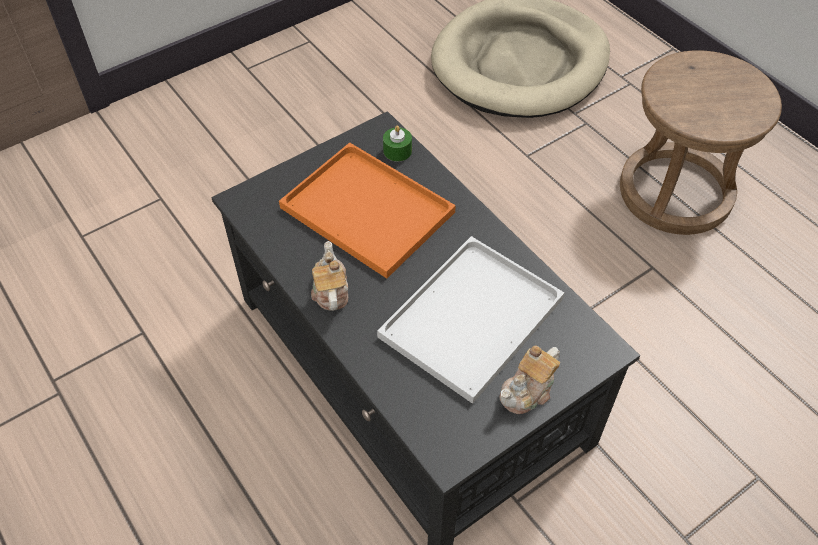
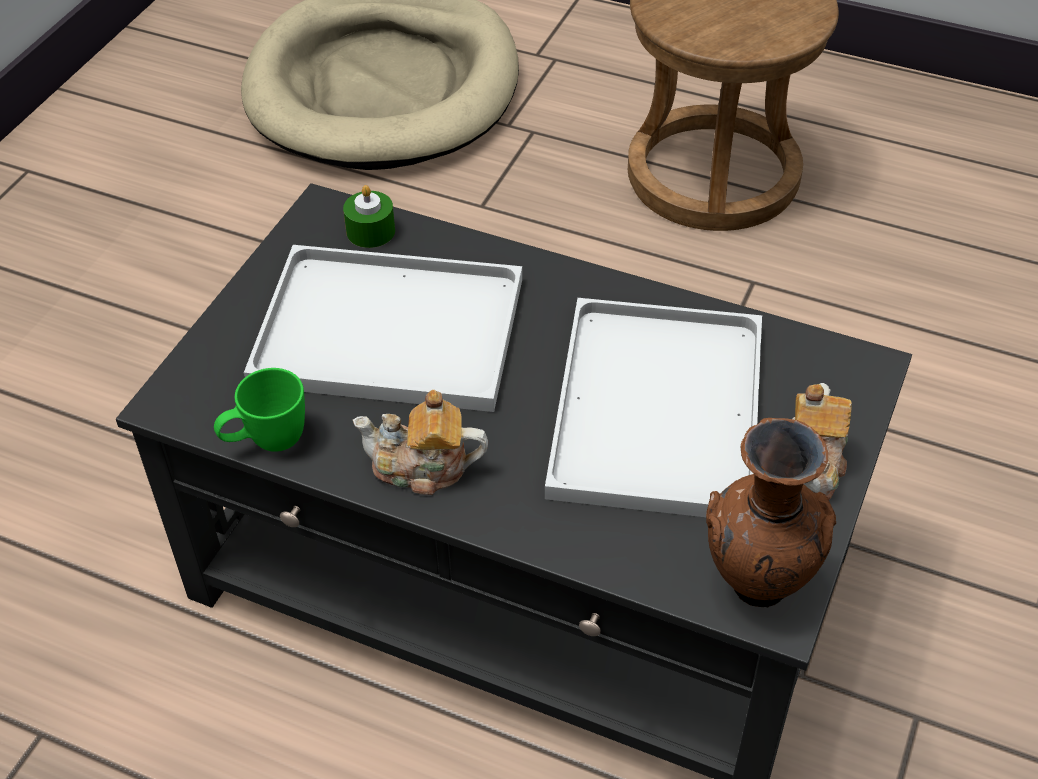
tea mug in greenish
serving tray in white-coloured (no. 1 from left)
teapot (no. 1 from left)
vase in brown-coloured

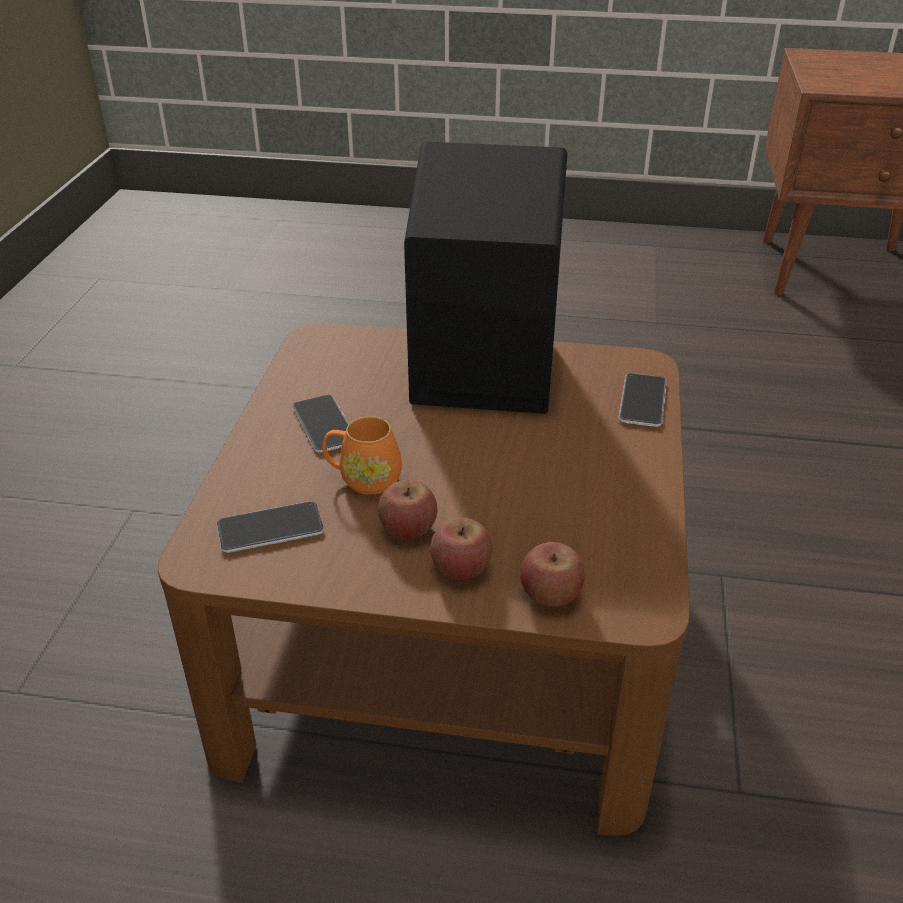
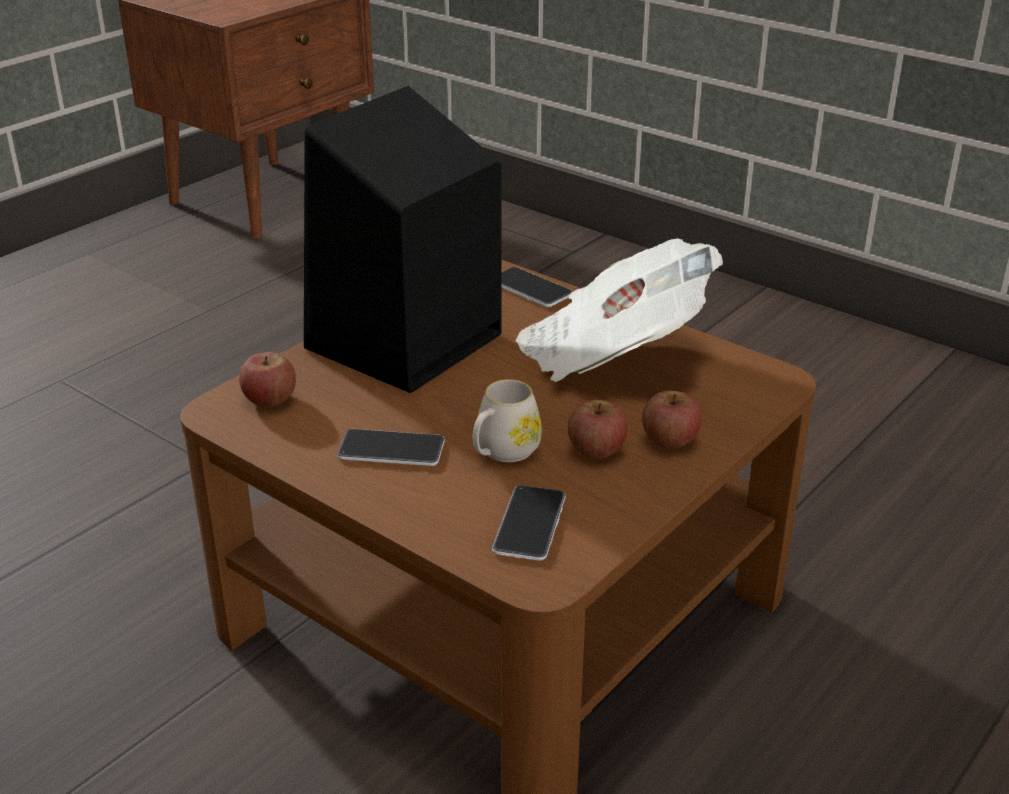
whole apple (no. 1 from left)
tea mug in white-coloured
printed paper

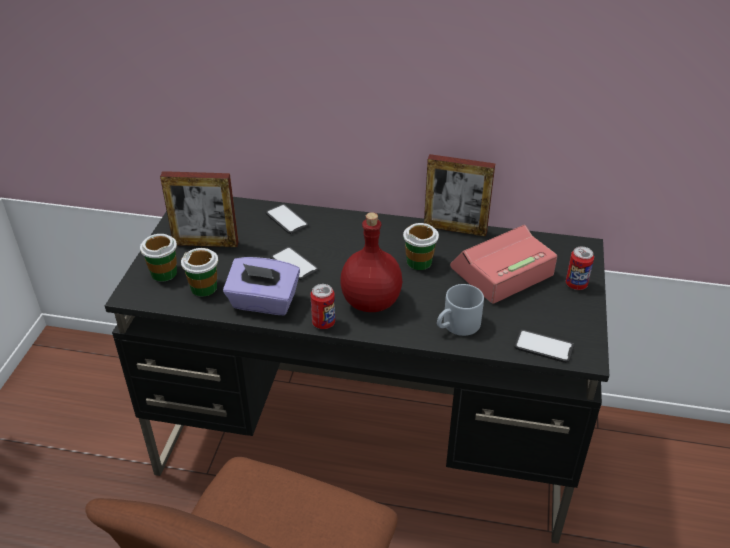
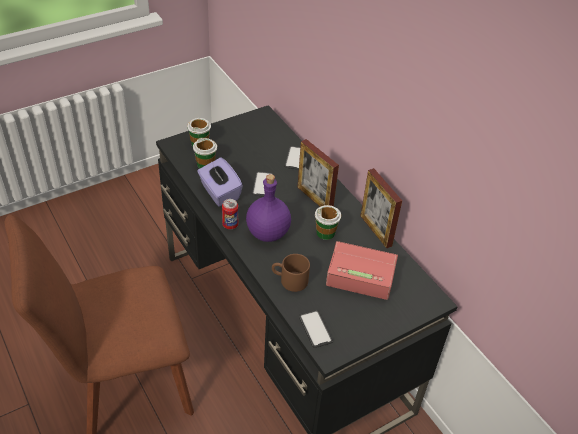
bottle in purple
tea mug in brown-coloured
picture frame (no. 1 from left)
can (no. 2 from left in the first image)

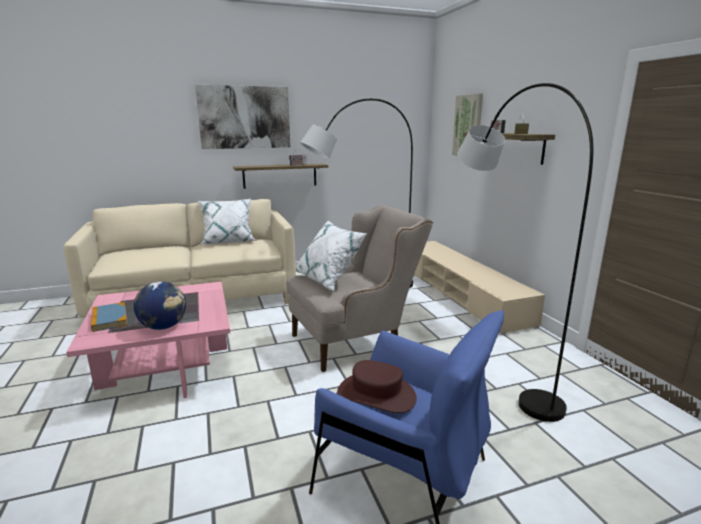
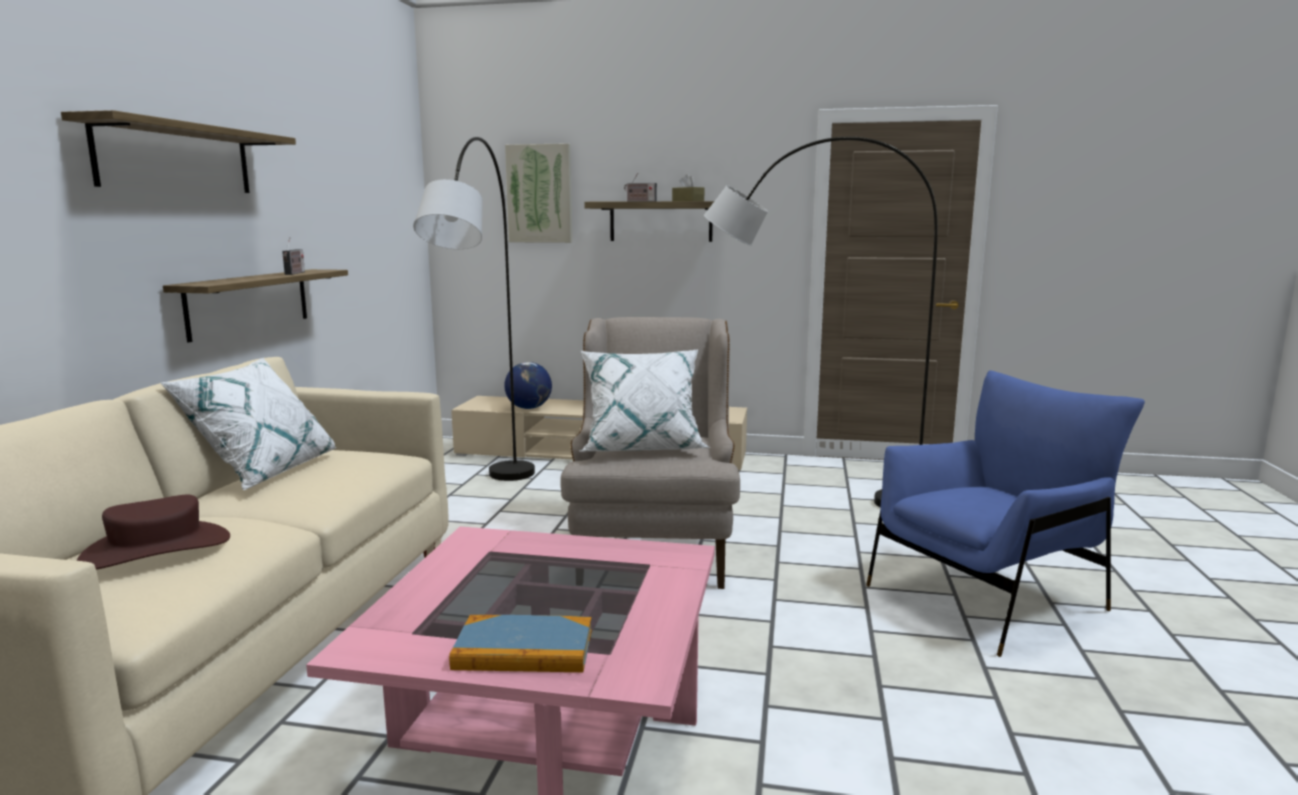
shelf (no. 1 from left)
hat in brown-coloured
globe

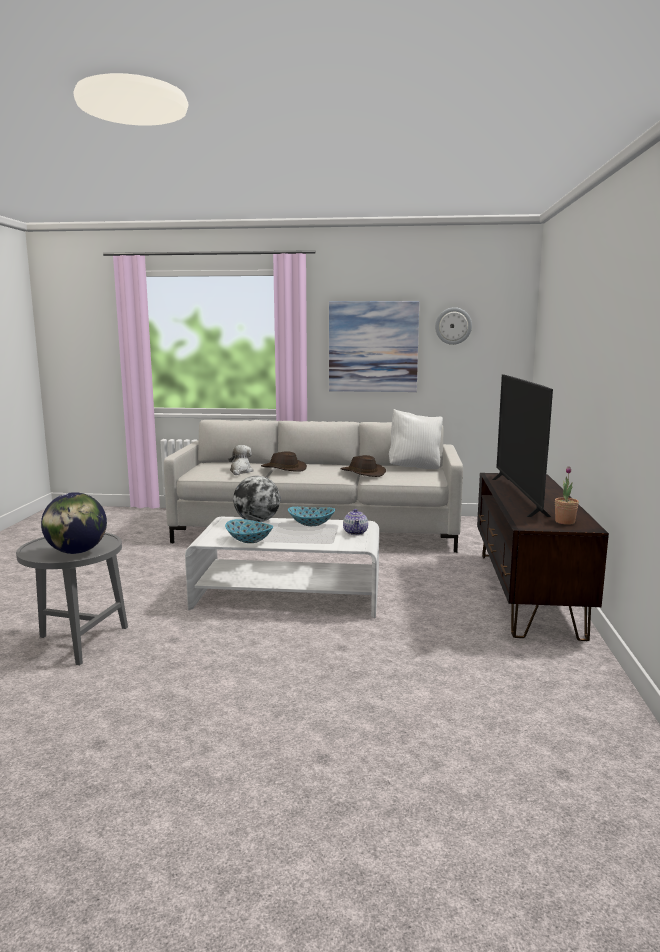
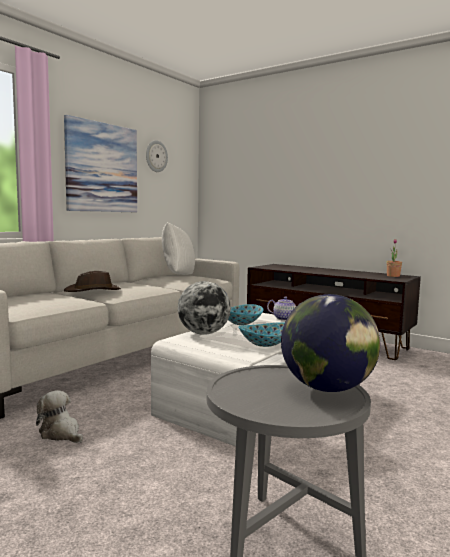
soft toy
hat in brown-coloured (no. 2 from left in the first image)
TV

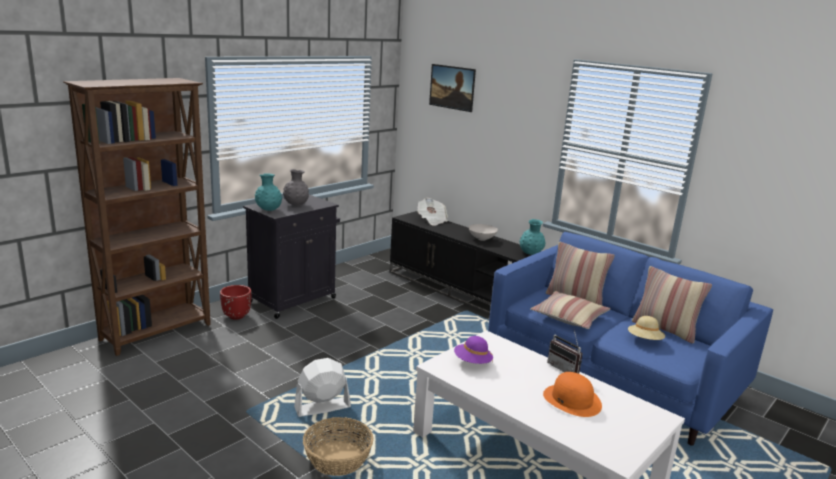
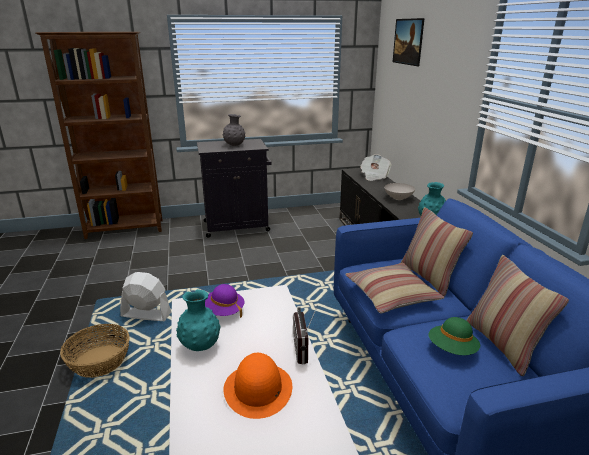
vase in turquoise (no. 1 from left)
hat in greenish
plant pot in red

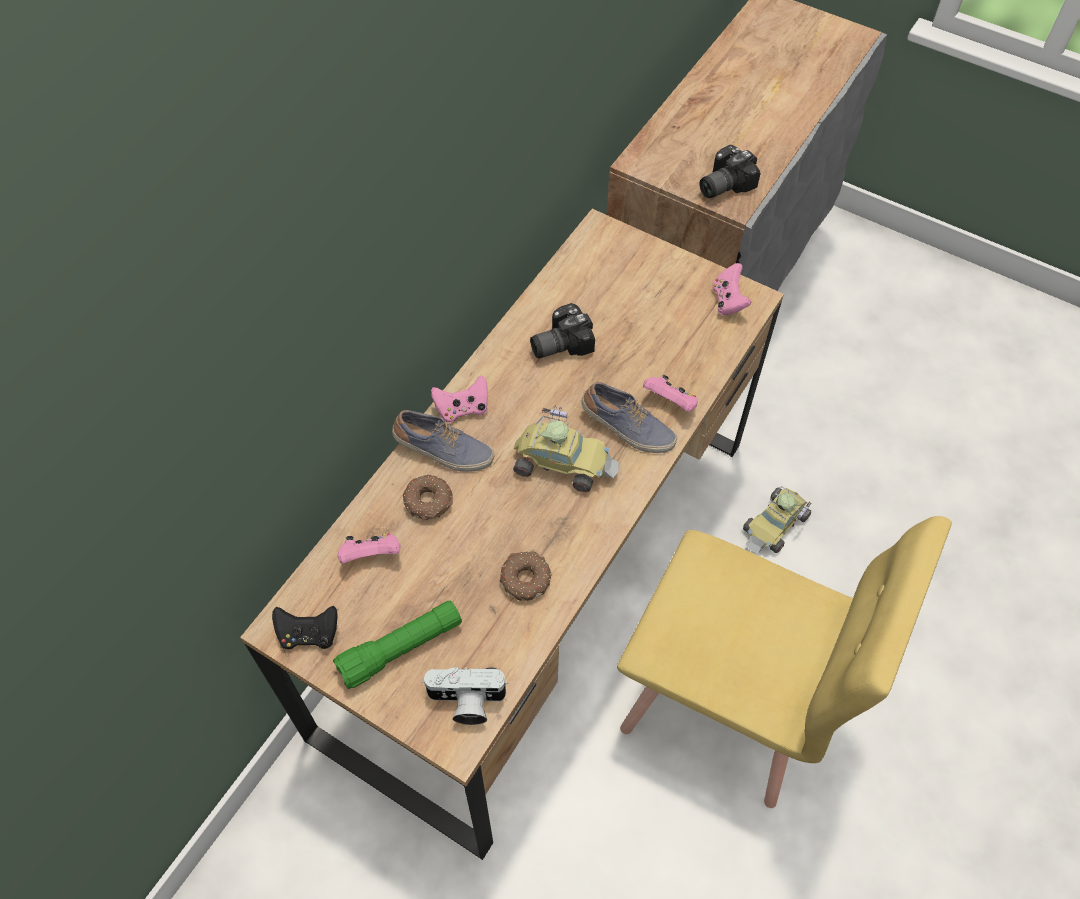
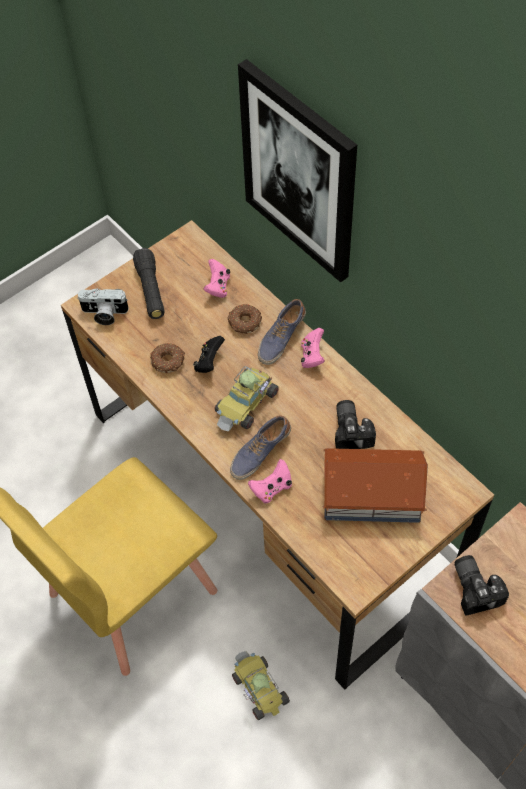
photo camera (no. 1 from left)
hand torch in blackish
gamepad in blackish
wall picture
model house
gamepad in pinkish (no. 4 from left in the first image)

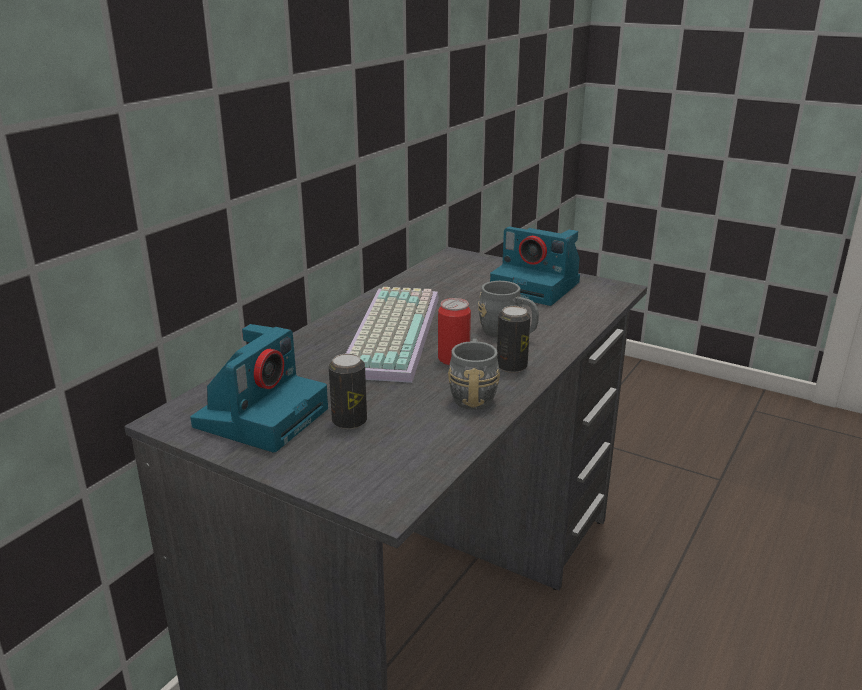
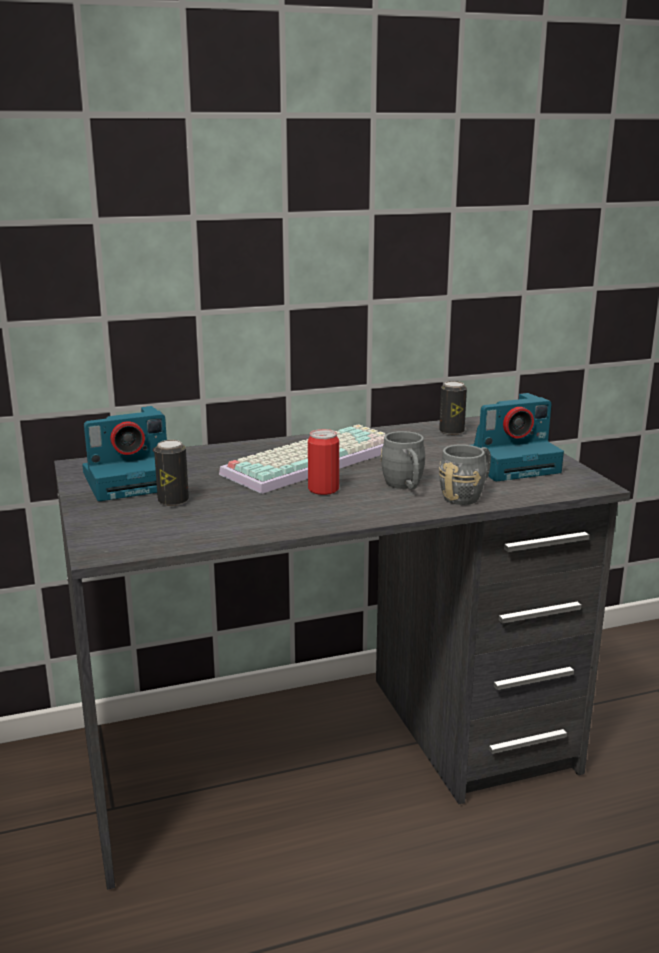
can (no. 3 from left)
tea mug in gray (no. 2 from left)
photo camera (no. 2 from left)

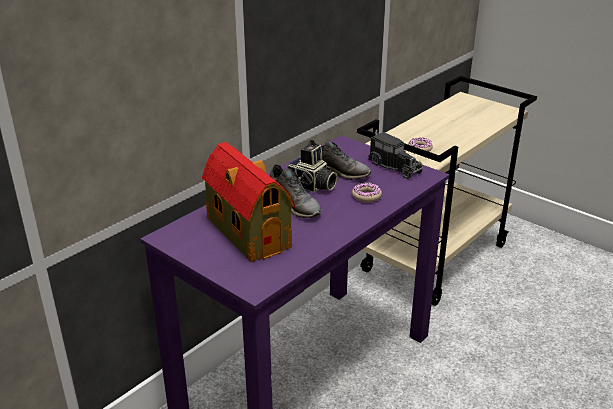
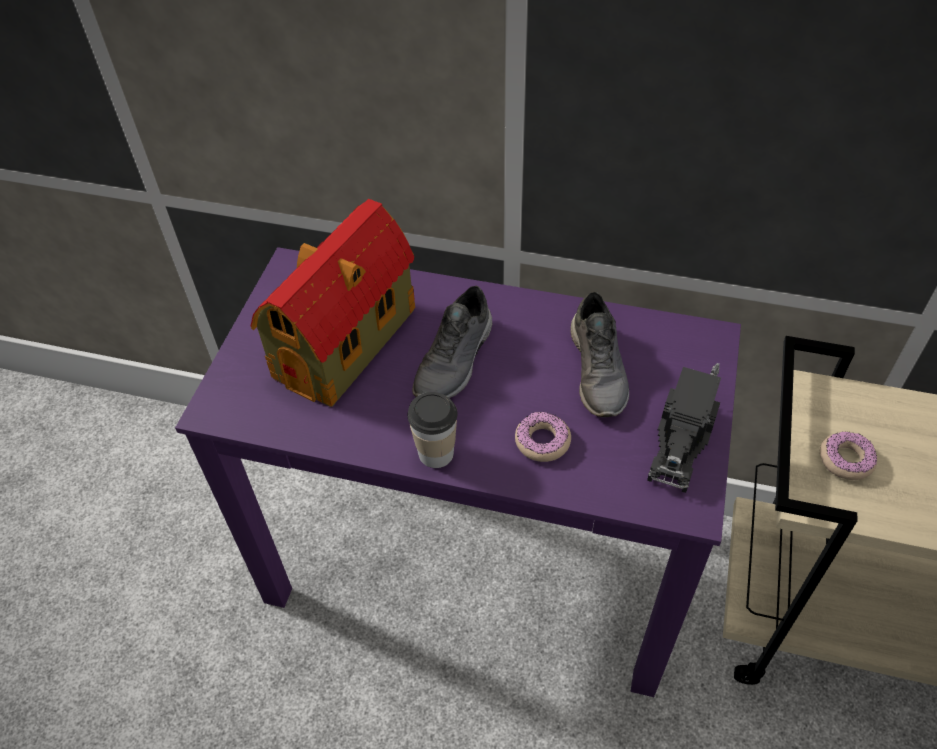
cup
photo camera

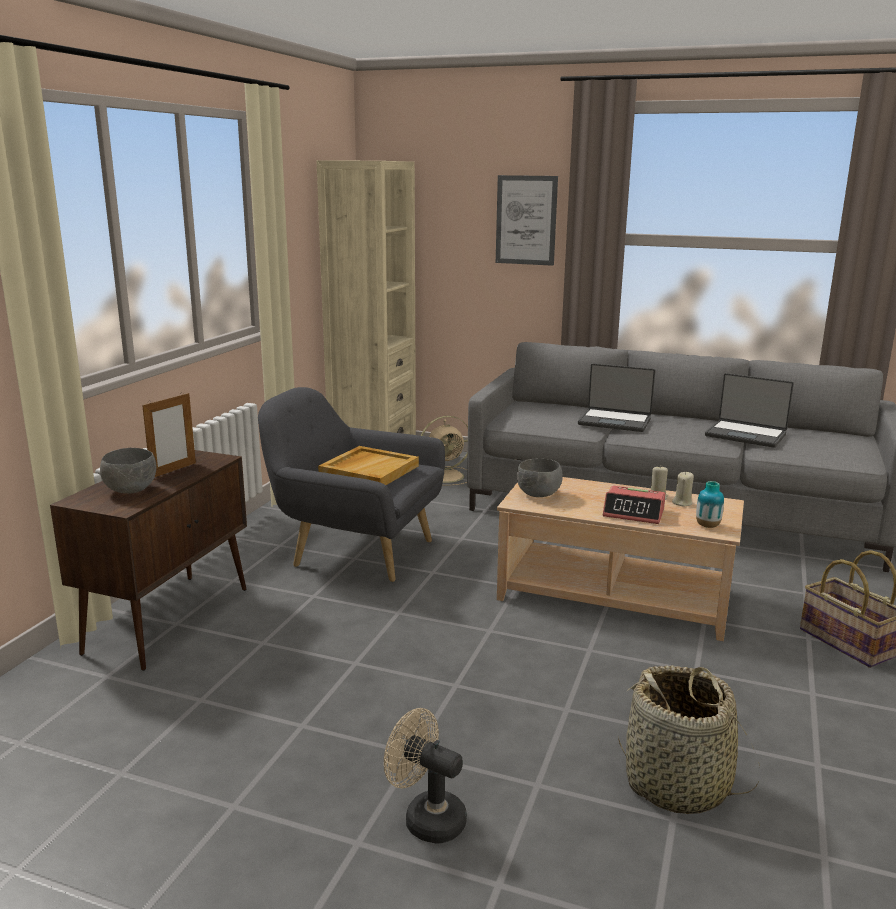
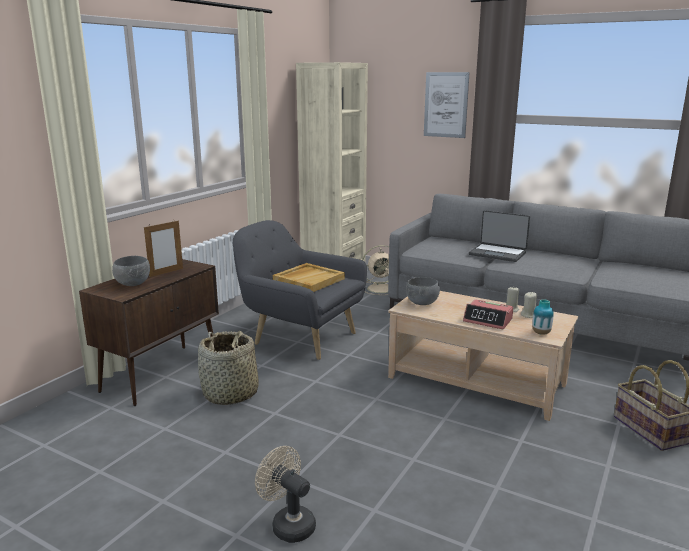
basket (no. 1 from left)
notebook computer (no. 2 from left in the first image)

